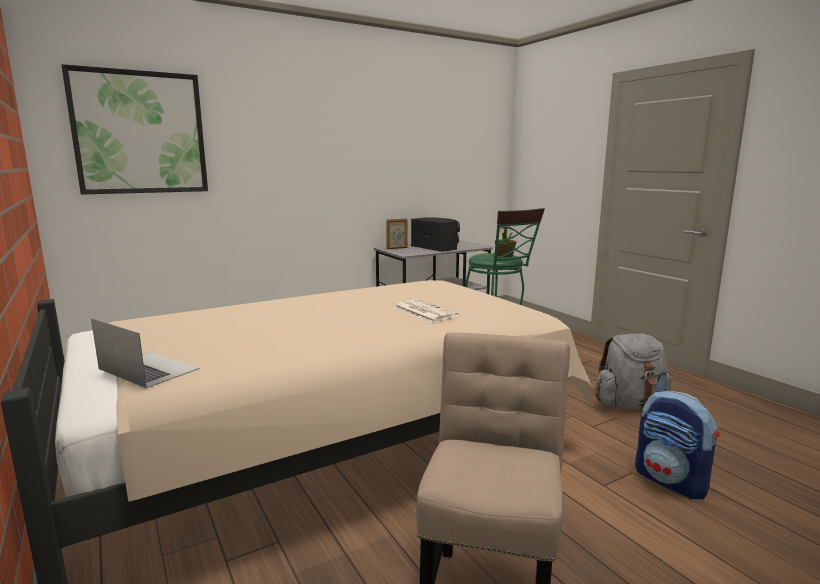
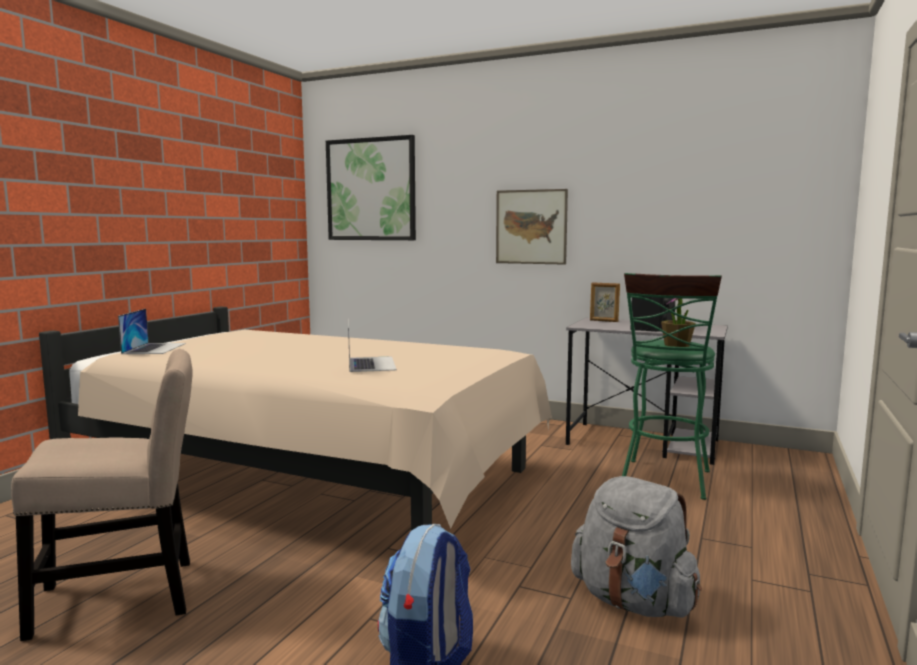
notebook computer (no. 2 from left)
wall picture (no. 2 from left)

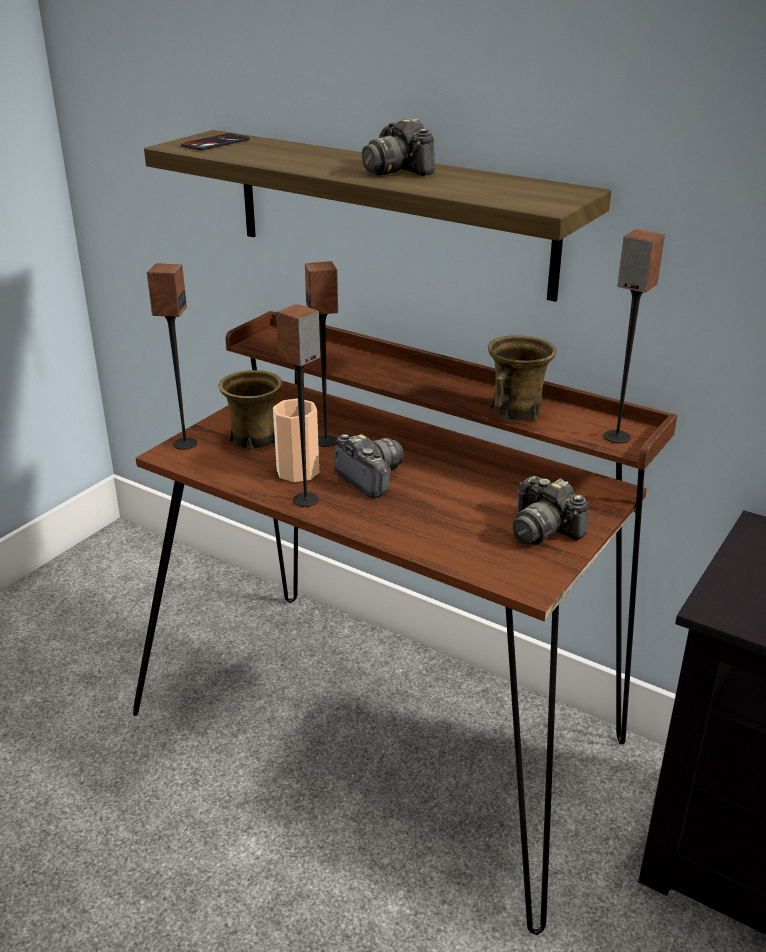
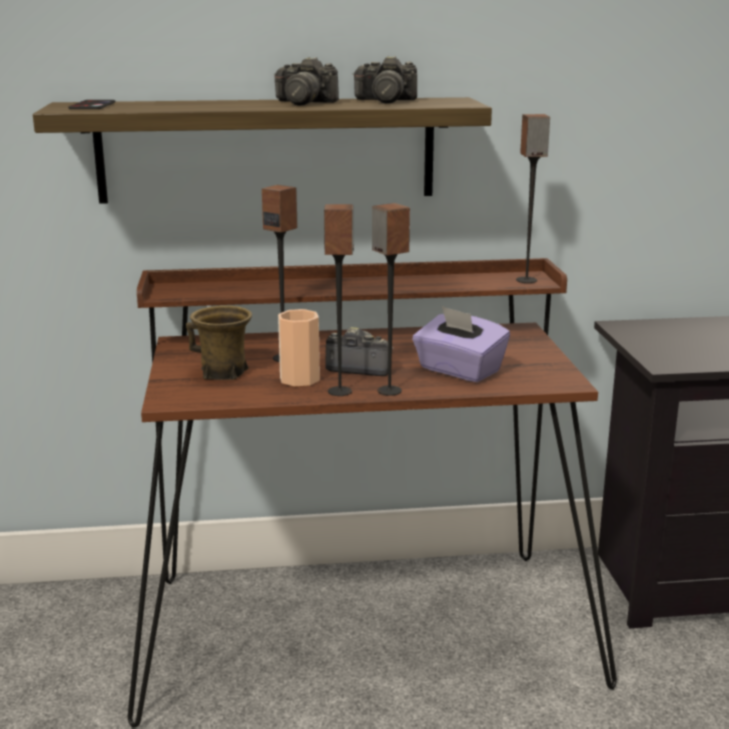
photo camera (no. 3 from left)
speaker (no. 3 from left)
box of tissues in purple
tea mug in brown-coloured (no. 2 from left in the first image)

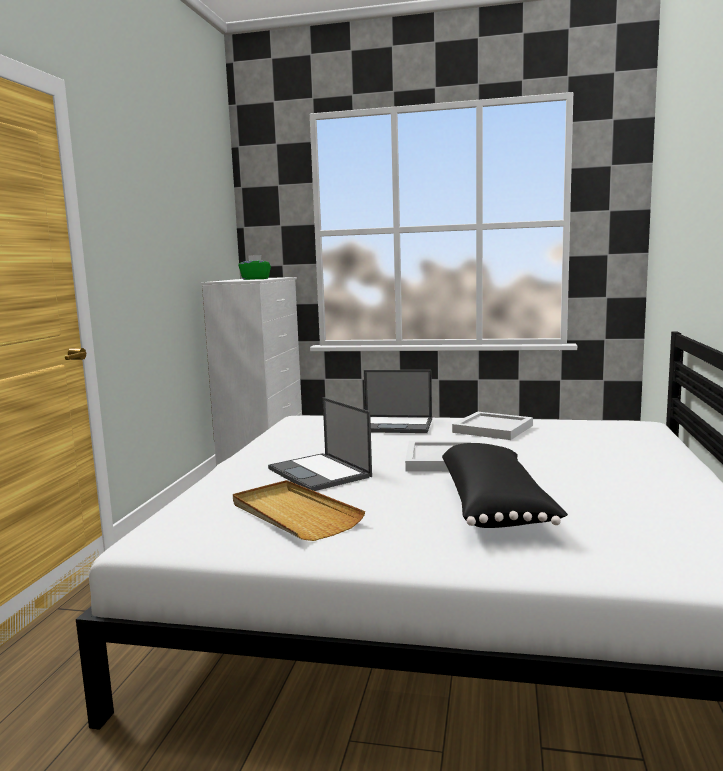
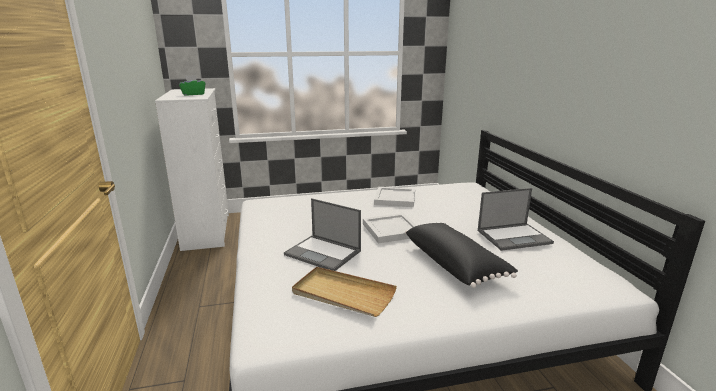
notebook computer (no. 2 from left)

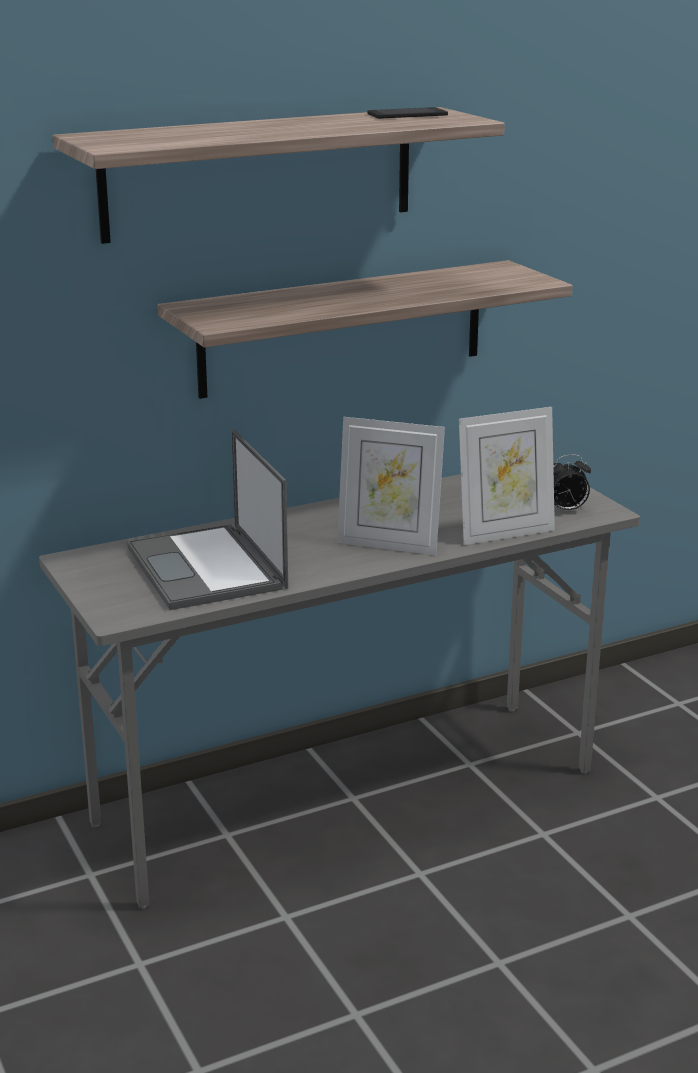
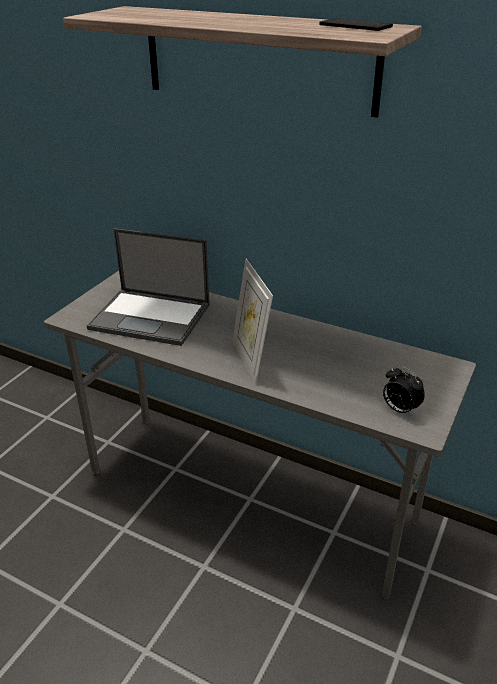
notebook computer
shelf (no. 2 from left in the first image)
picture frame (no. 2 from left in the first image)

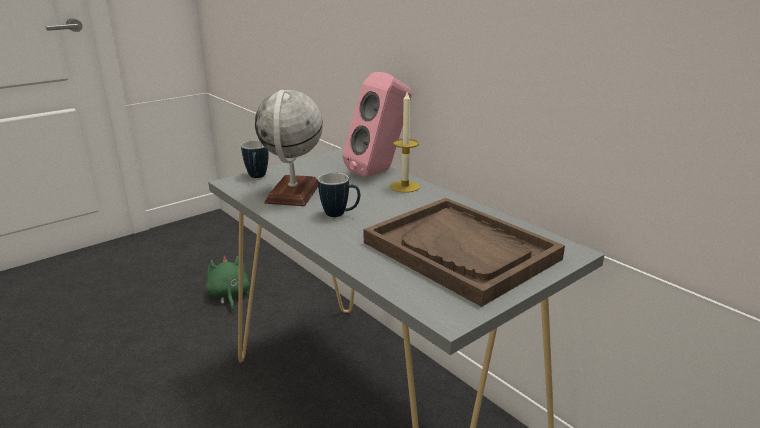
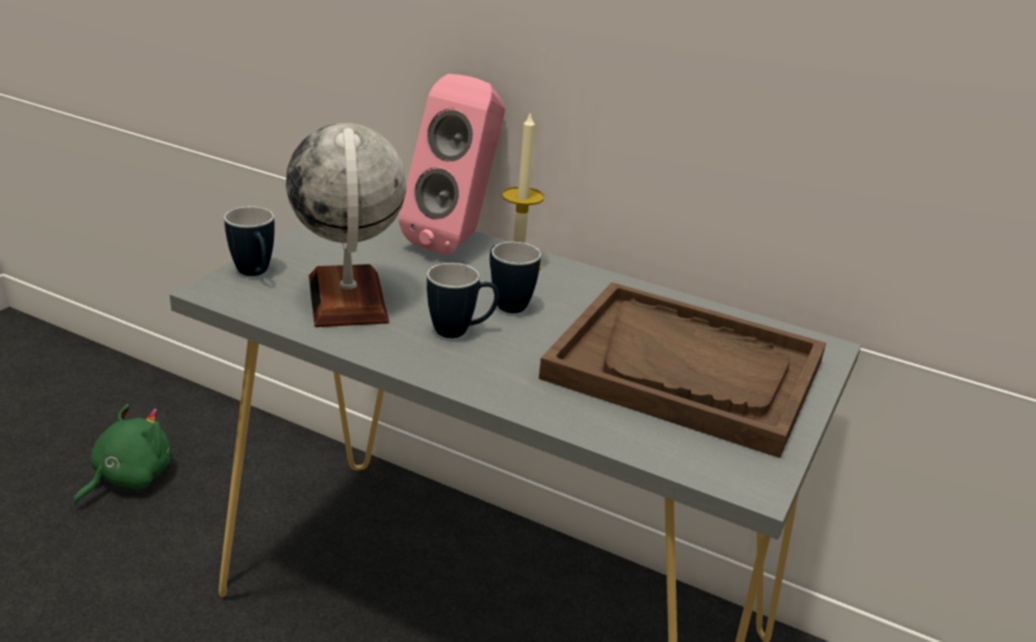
soft toy in greenish
tea mug (no. 3 from left)

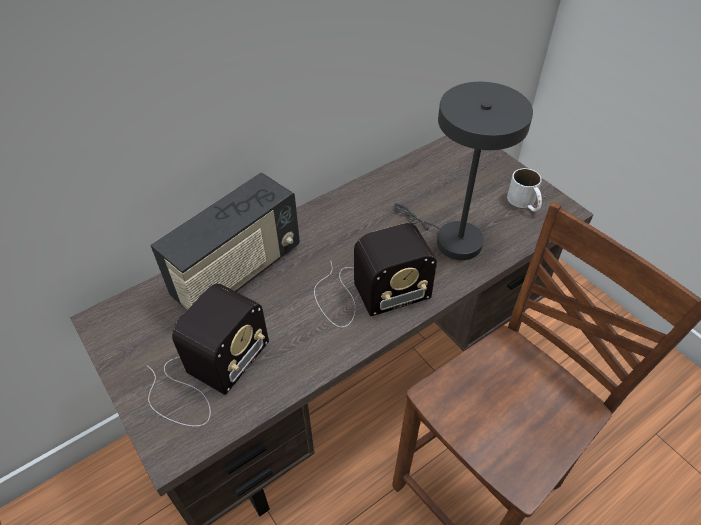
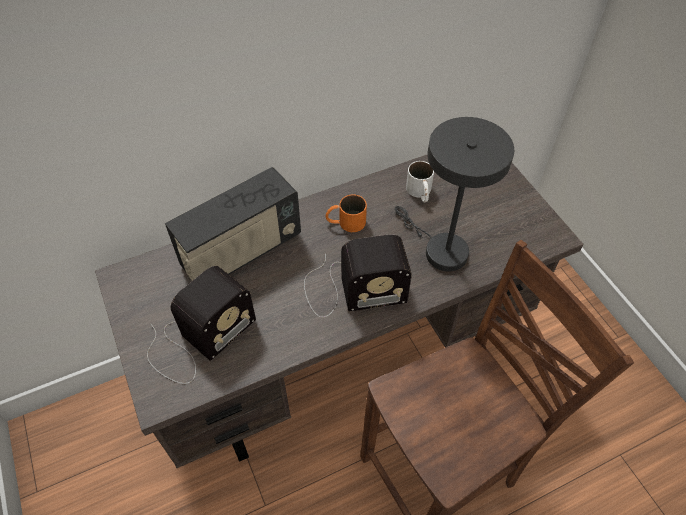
tea mug in orangey
tea mug in white-coloured

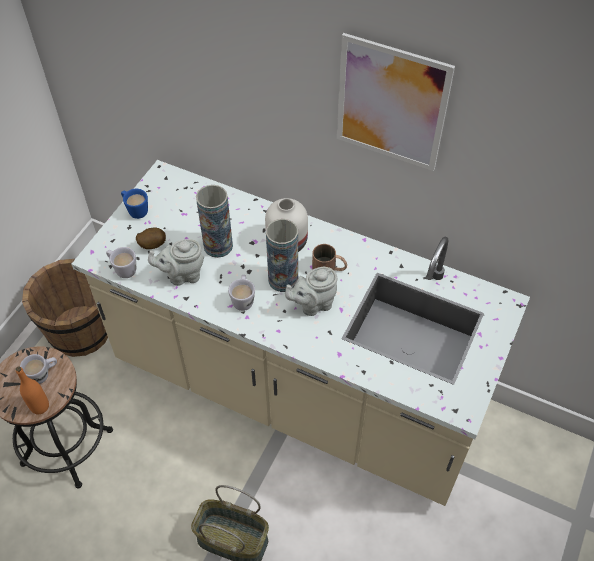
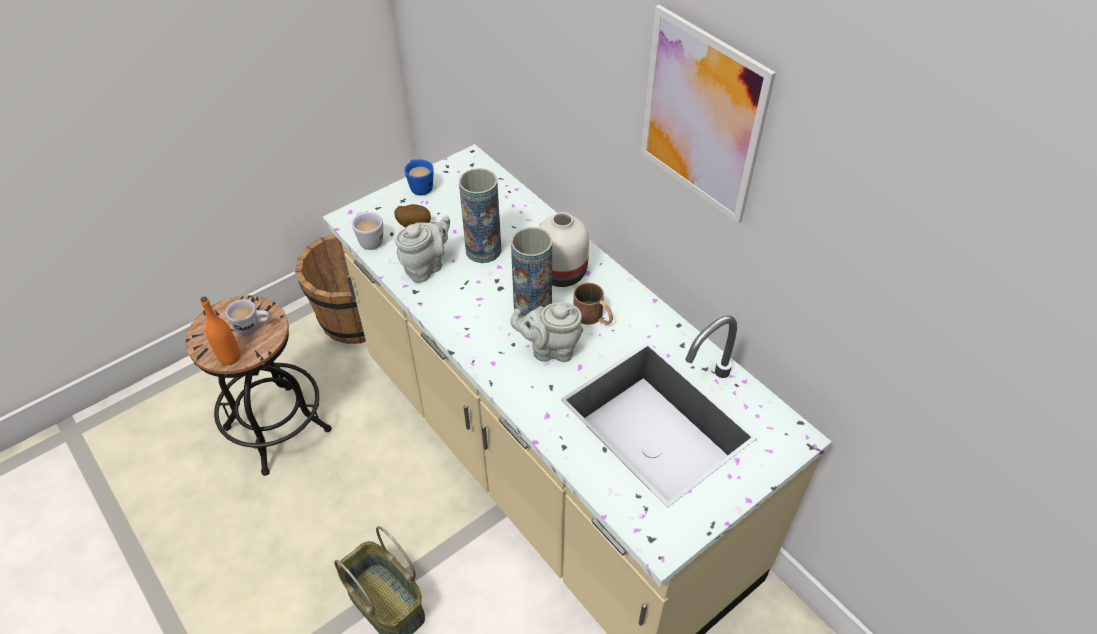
teapot in gray (no. 1 from left)
tea mug in white-coloured (no. 3 from left in the first image)

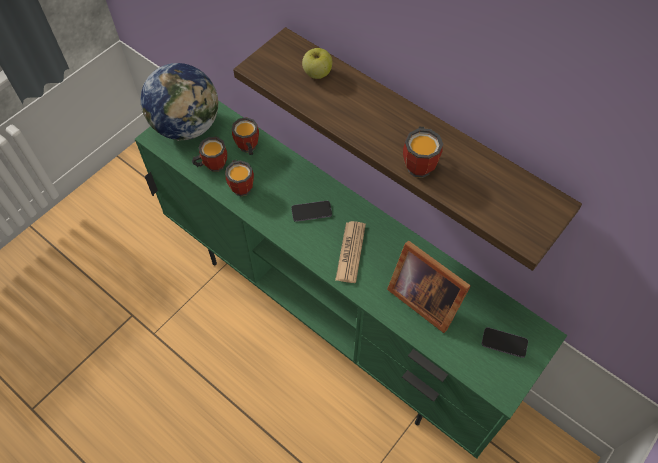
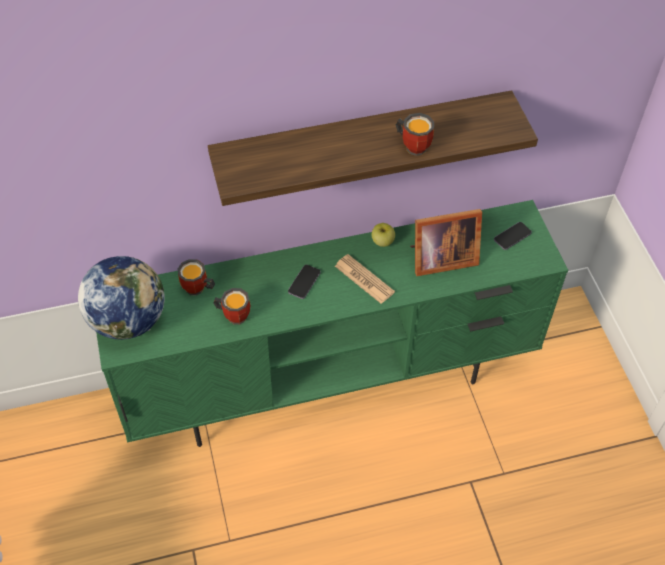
whole apple
tea mug (no. 1 from left in the first image)

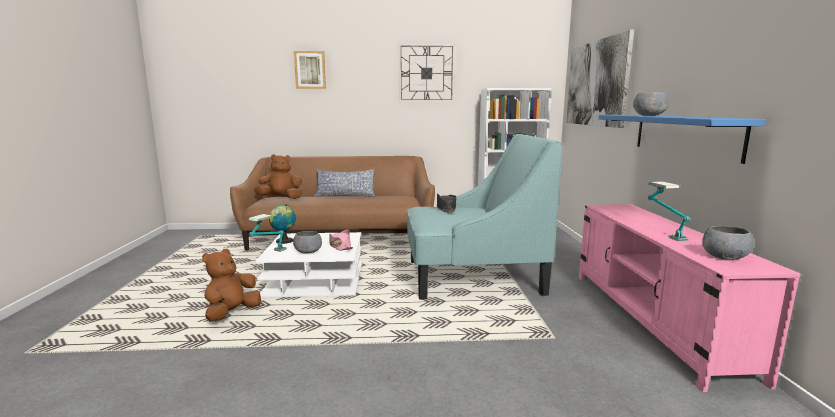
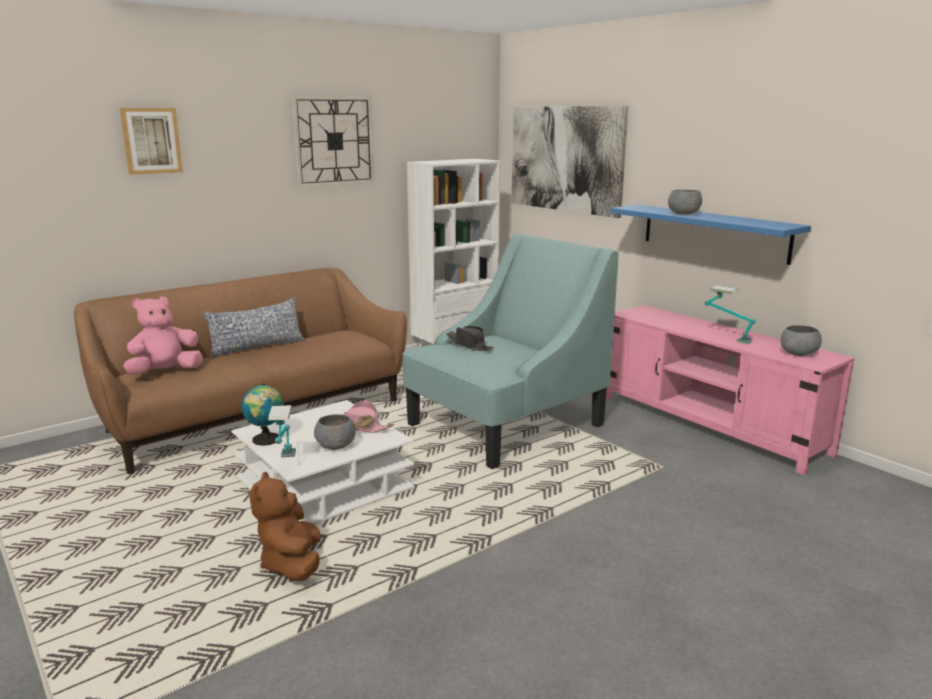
soft toy in pinkish

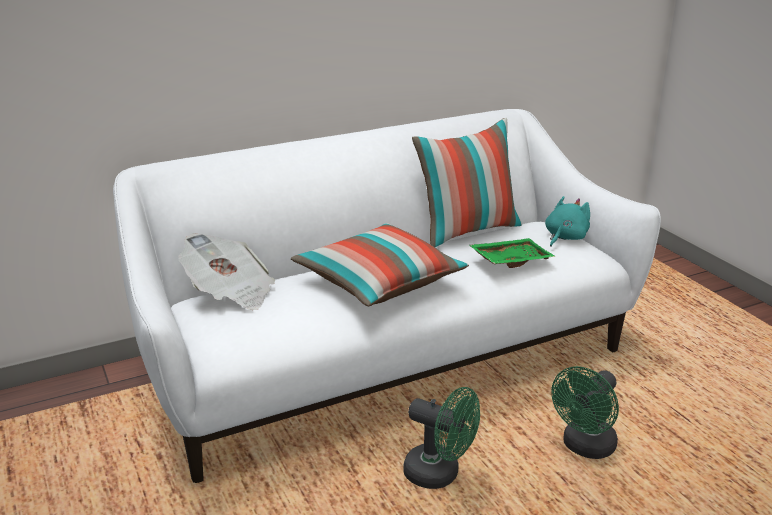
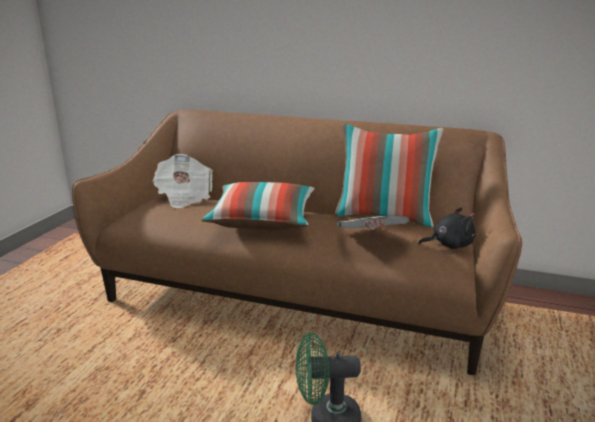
sofa in brown-coloured
printed paper (no. 2 from left)
soft toy in blackish
cooling fan in greenish (no. 1 from left in the first image)

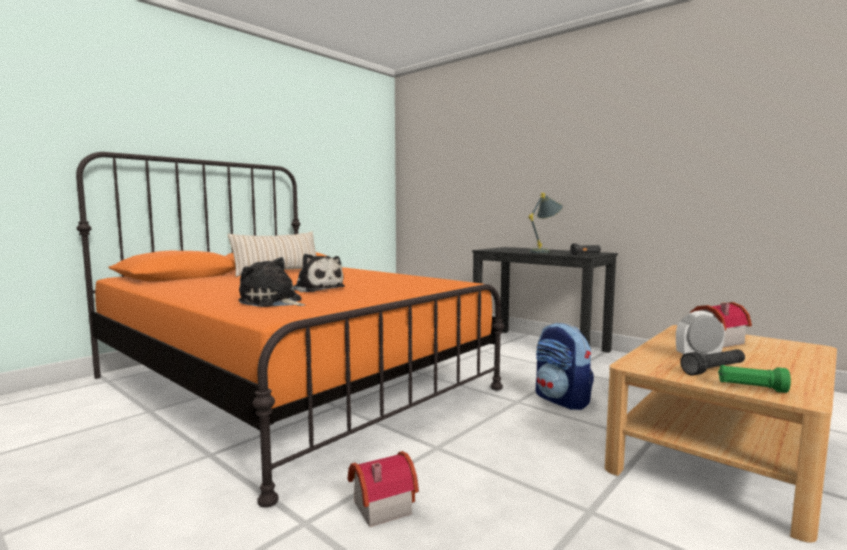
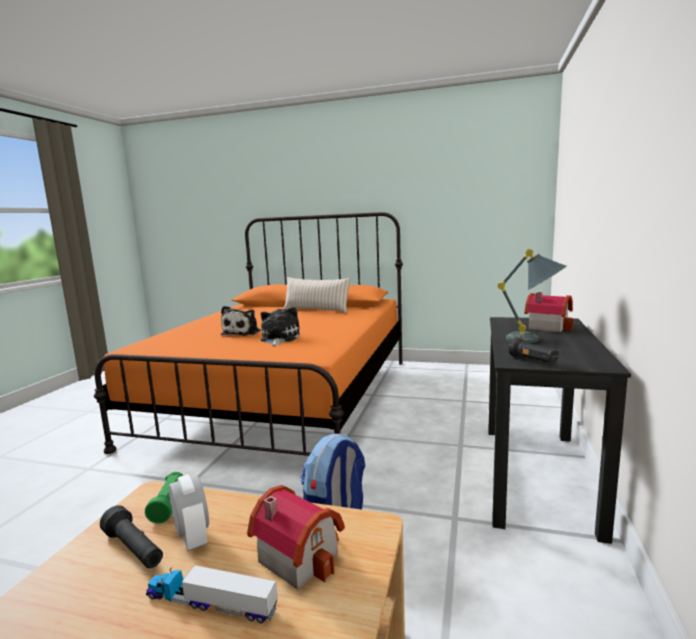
hand torch in greenish
model truck
soft toy (no. 2 from left)
model house (no. 2 from left)

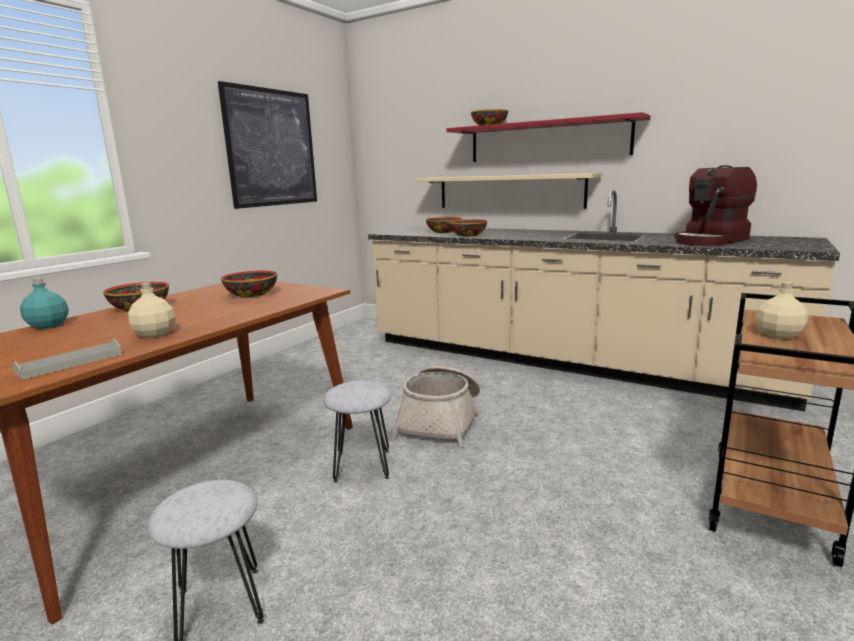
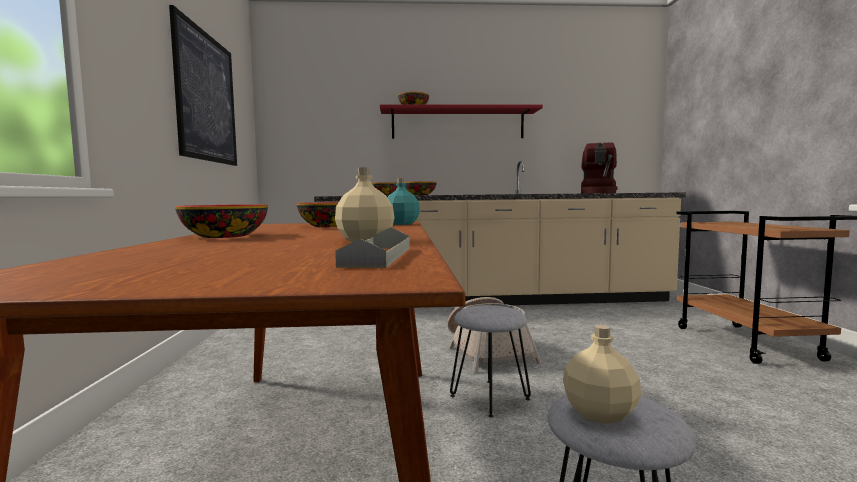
bottle in turquoise
bottle in beige-coloured (no. 2 from left)
shelf in beige-coloured

